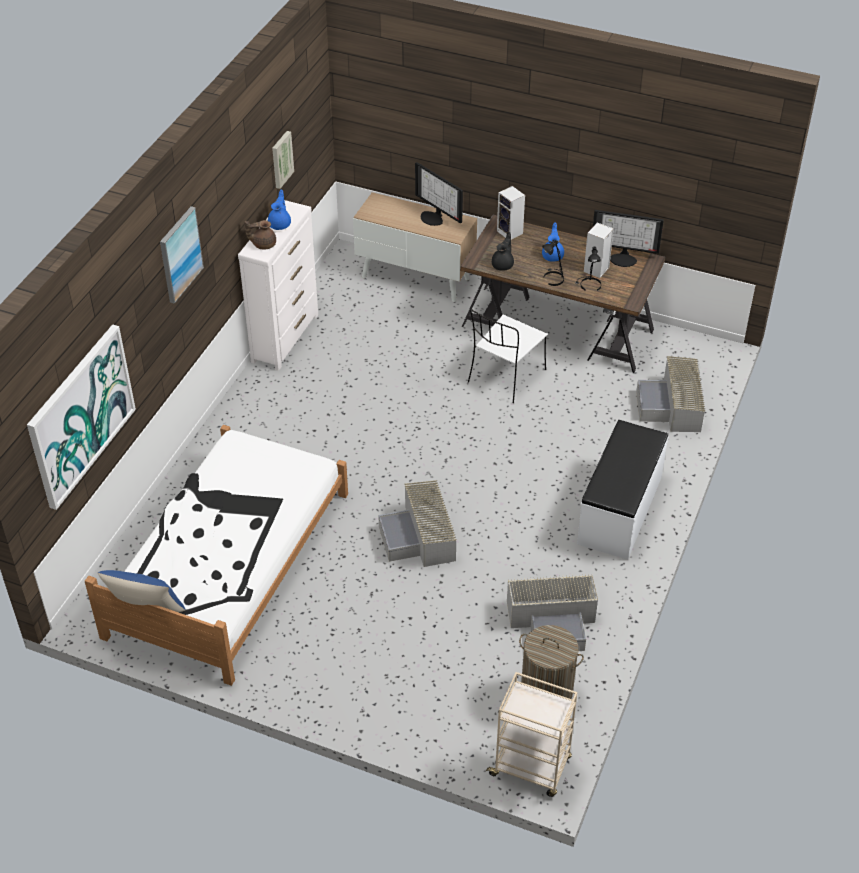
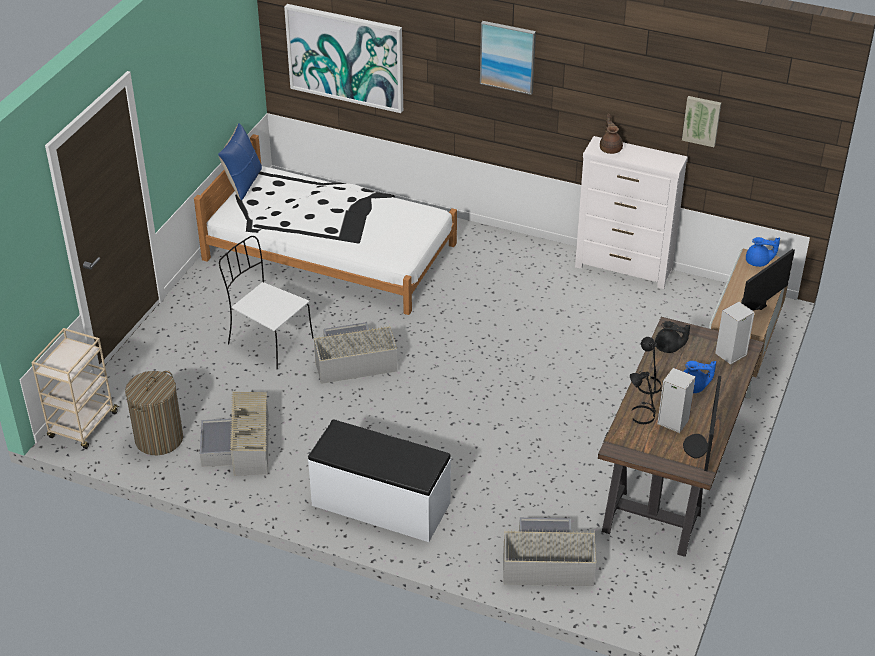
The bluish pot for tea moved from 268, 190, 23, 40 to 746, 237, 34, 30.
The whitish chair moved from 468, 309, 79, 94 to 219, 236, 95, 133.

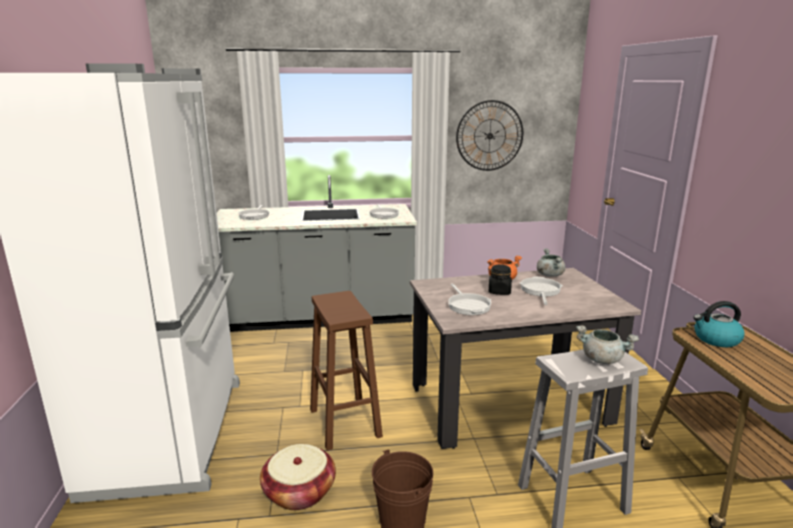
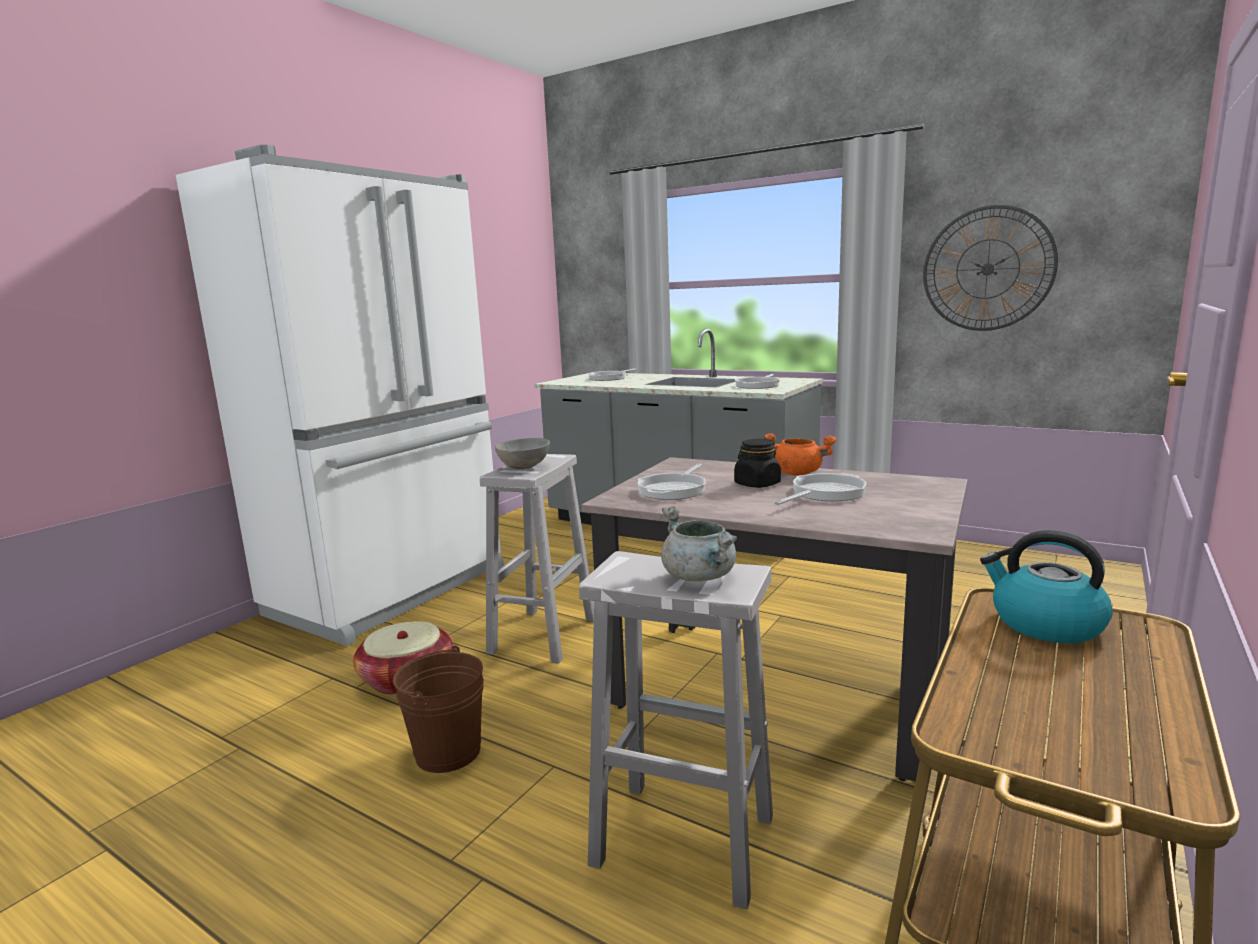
The brownish sitting stool at 310, 291, 73, 160 became the whitish sitting stool at 480, 454, 114, 210.
The greyish saucepot at 537, 248, 29, 29 disappeared.
The greyish deep dish at 495, 438, 55, 31 appeared.

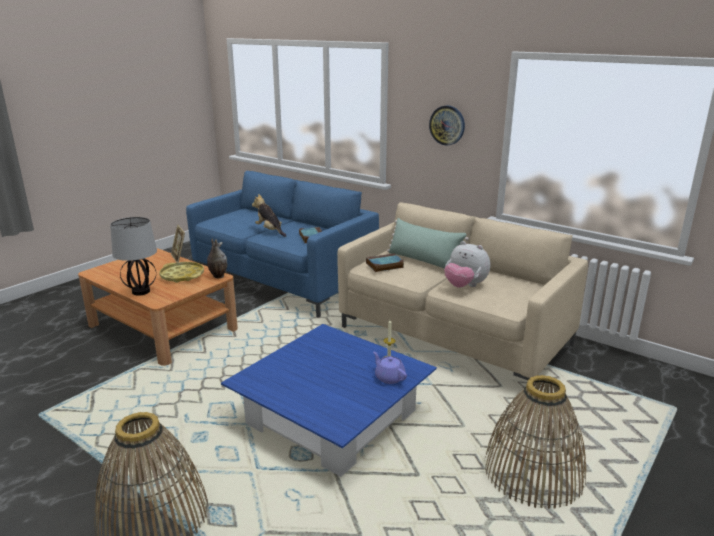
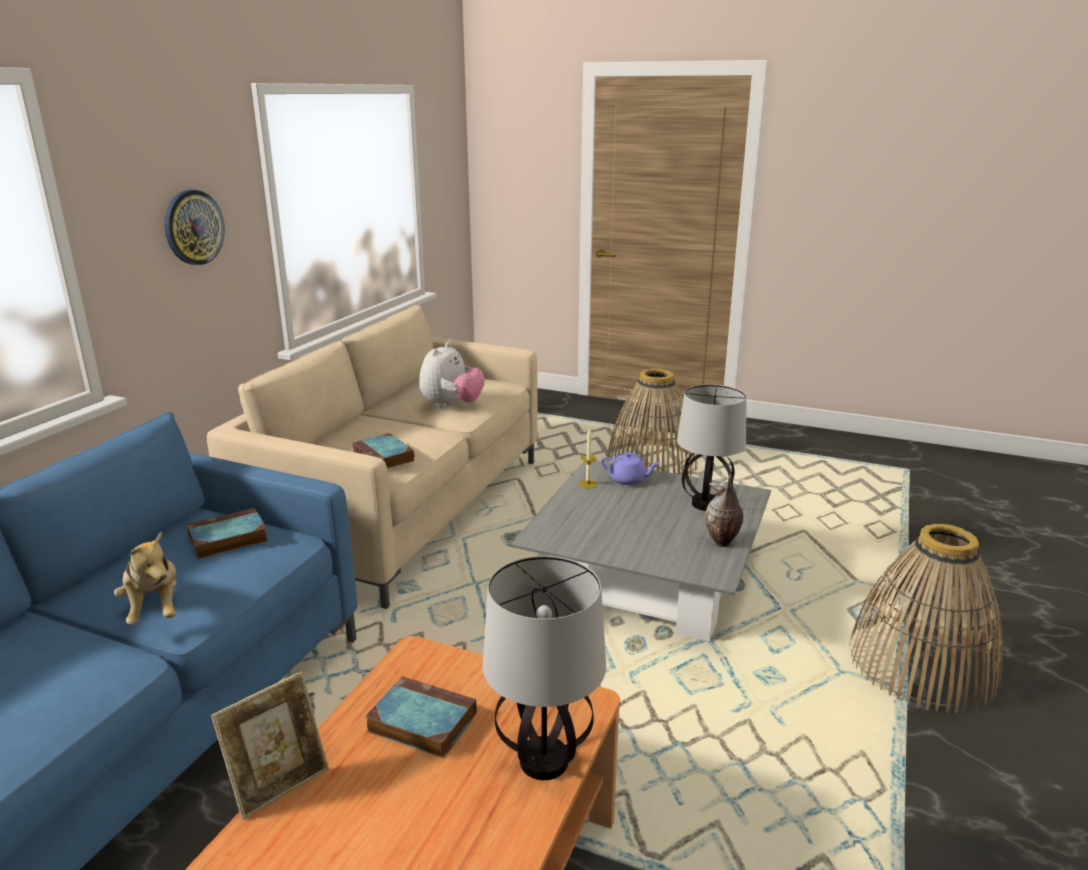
The yellowish carrying tray at 159, 262, 45, 21 was replaced by the volume at 365, 676, 111, 82.
The vase moved from 207, 239, 20, 39 to 705, 473, 38, 74.
The bluish coffee table at 221, 324, 216, 153 became the greyish coffee table at 510, 460, 261, 182.
The cuddly toy at 252, 194, 34, 43 turned 60 degrees counterclockwise.
The purple pot for tea at 373, 352, 34, 32 turned 105 degrees counterclockwise.
The green pillow at 387, 218, 82, 51 disappeared.
The lamp for a table at 677, 384, 70, 127 appeared.

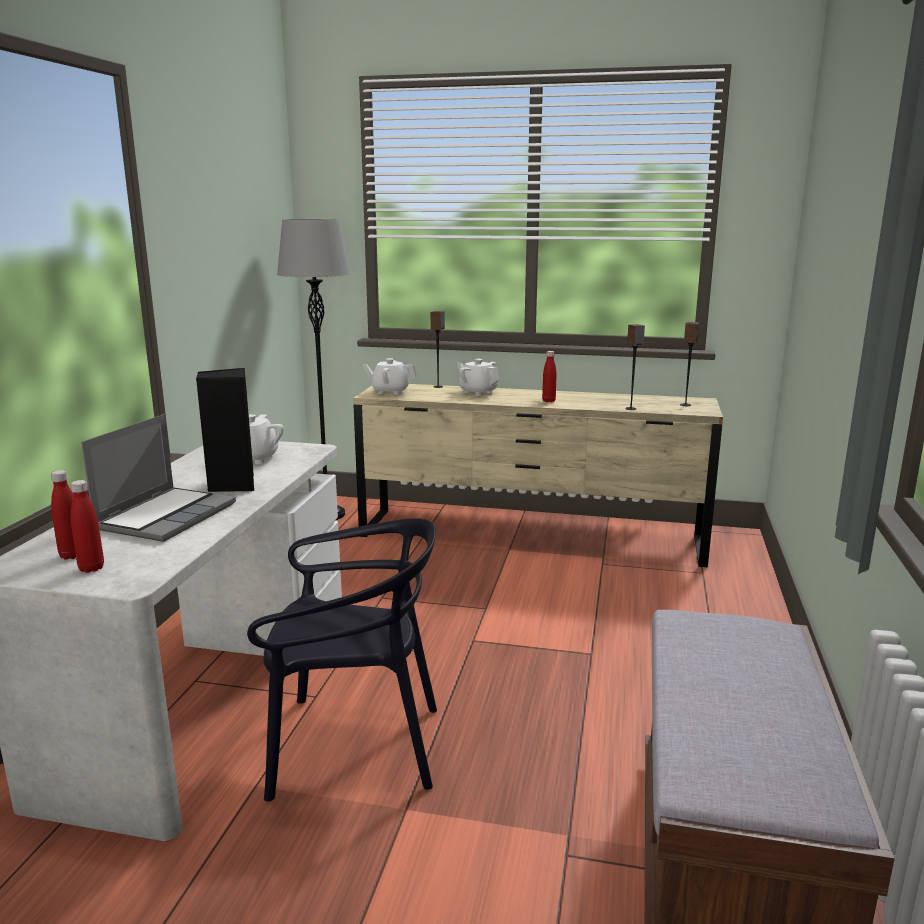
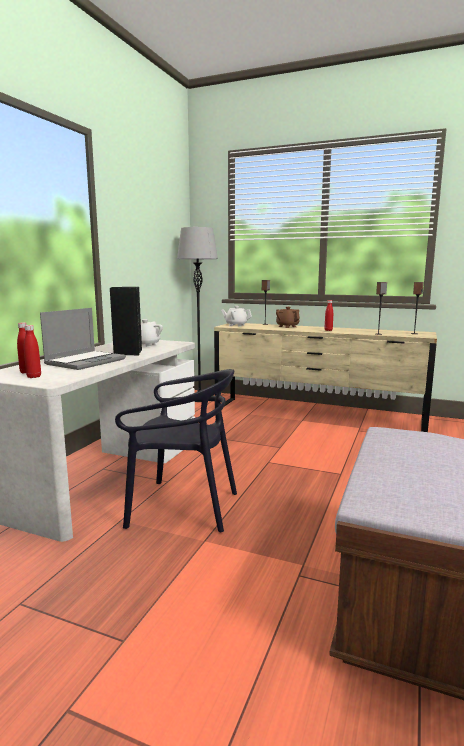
The whitish pot for tea at 457, 359, 43, 37 became the brownish pot for tea at 276, 307, 24, 21.

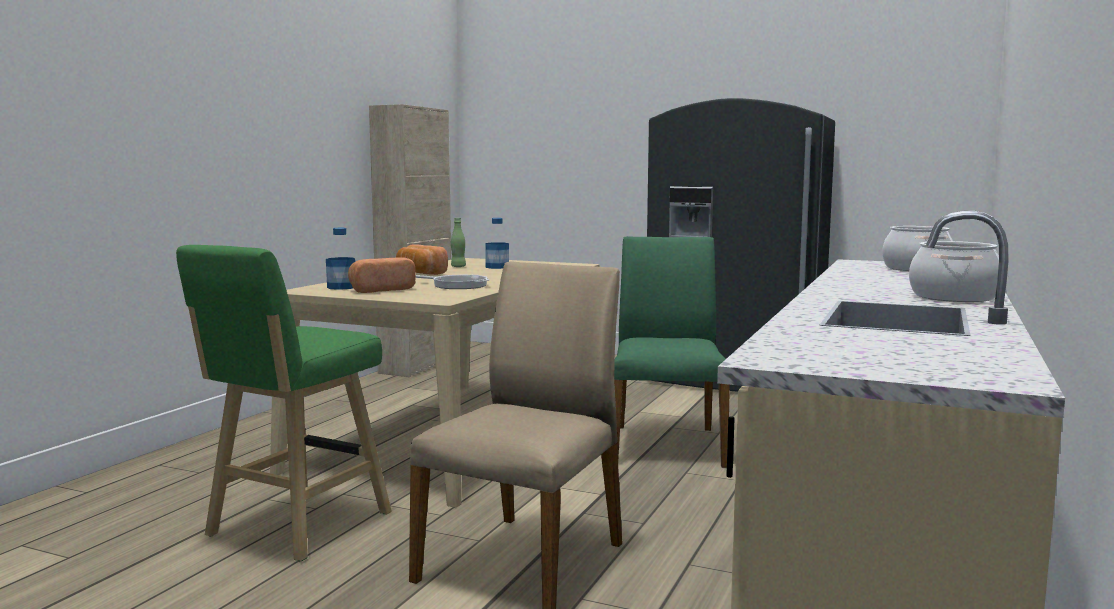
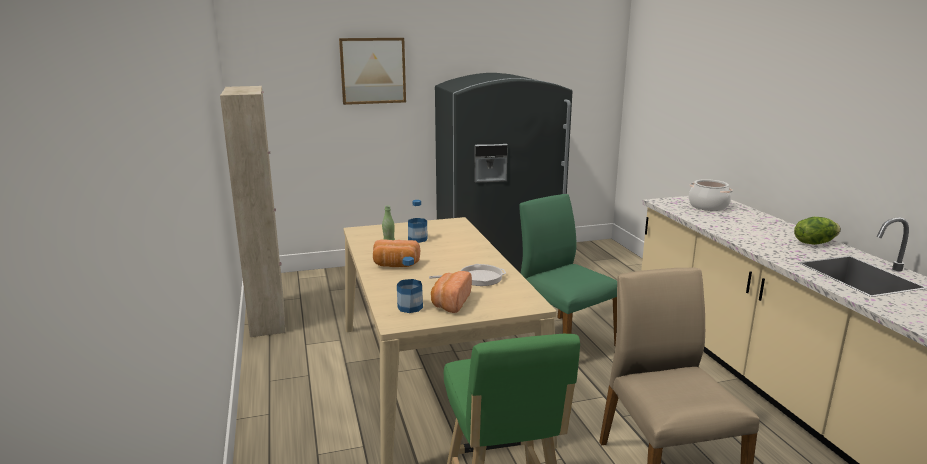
The saucepot at 909, 241, 90, 61 was replaced by the head of lettuce at 794, 217, 47, 28.
The wall picture at 339, 38, 67, 67 appeared.

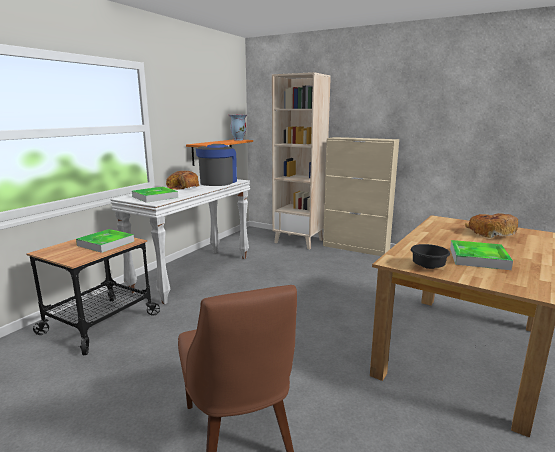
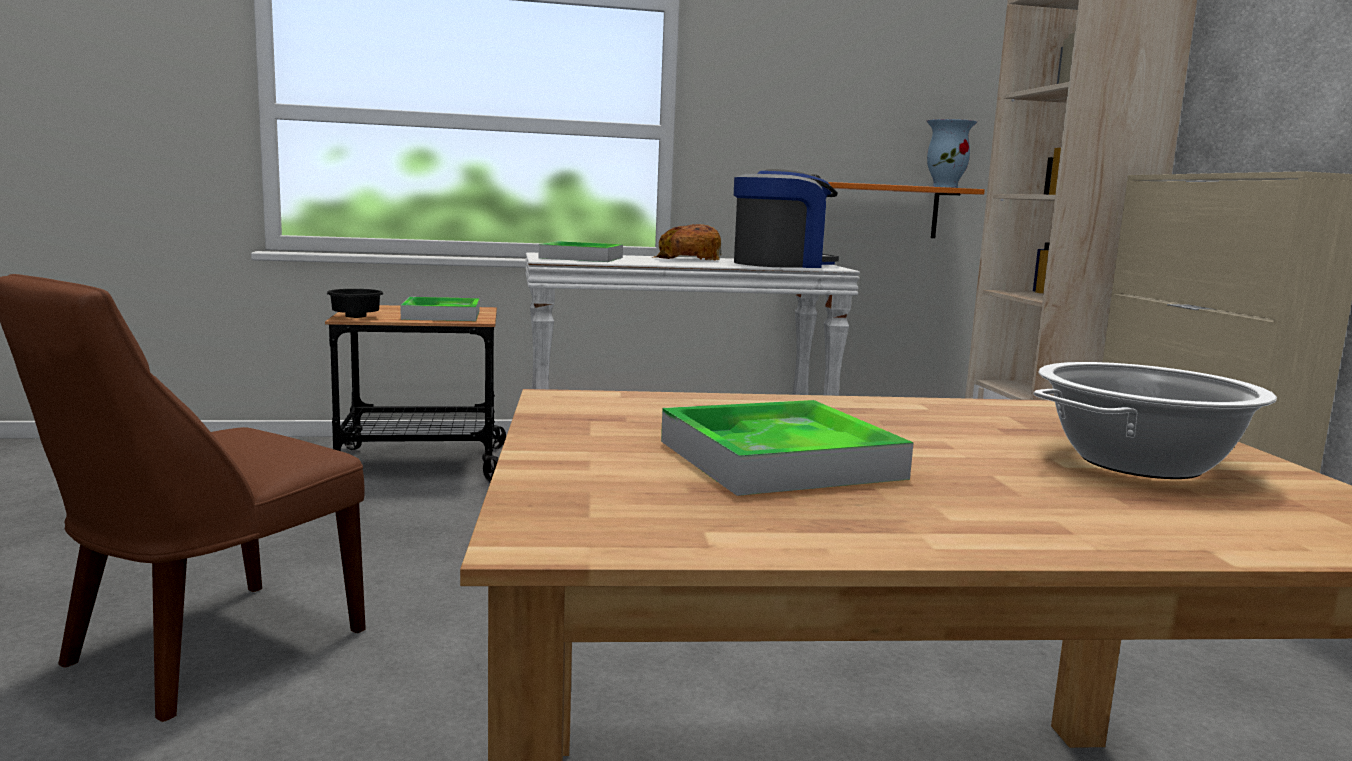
The blackish deep dish moved from 411, 244, 39, 25 to 327, 289, 56, 29.
The bakery bread at 465, 213, 53, 25 was replaced by the saucepot at 1034, 362, 243, 117.

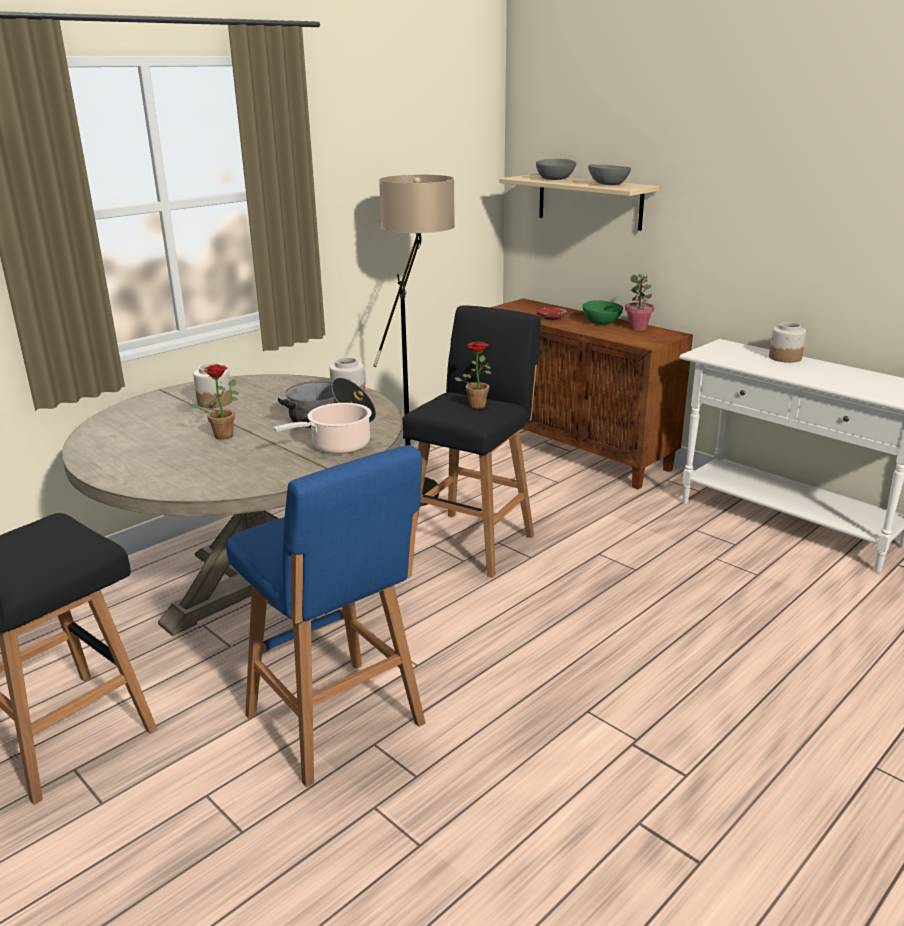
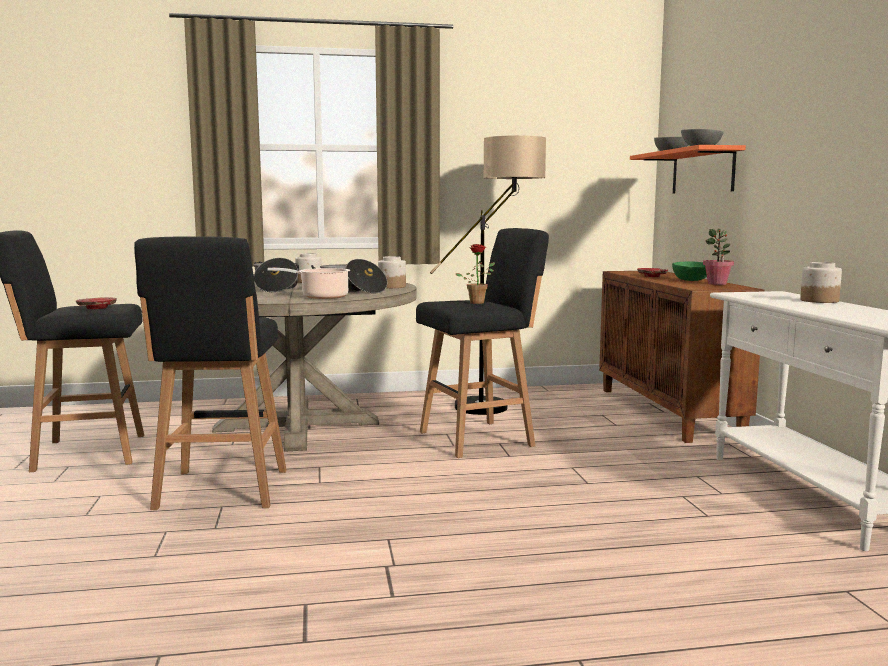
The plant in a pot at 190, 365, 49, 75 was replaced by the saucepot at 253, 258, 46, 34.
The bluish sitting stool at 226, 445, 199, 342 became the blackish sitting stool at 134, 236, 153, 274.
The sand-coloured bracket shelf at 499, 174, 161, 57 became the orange-coloured bracket shelf at 630, 145, 116, 49.
The red plate at 76, 297, 41, 12 appeared.

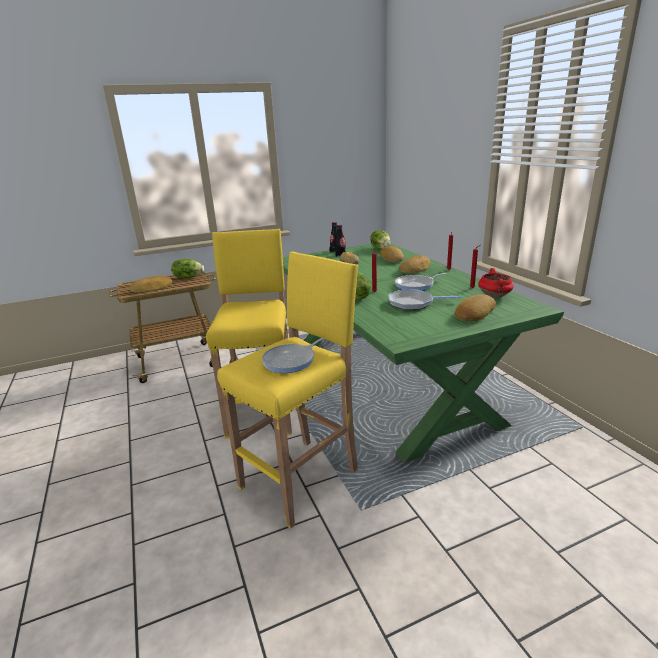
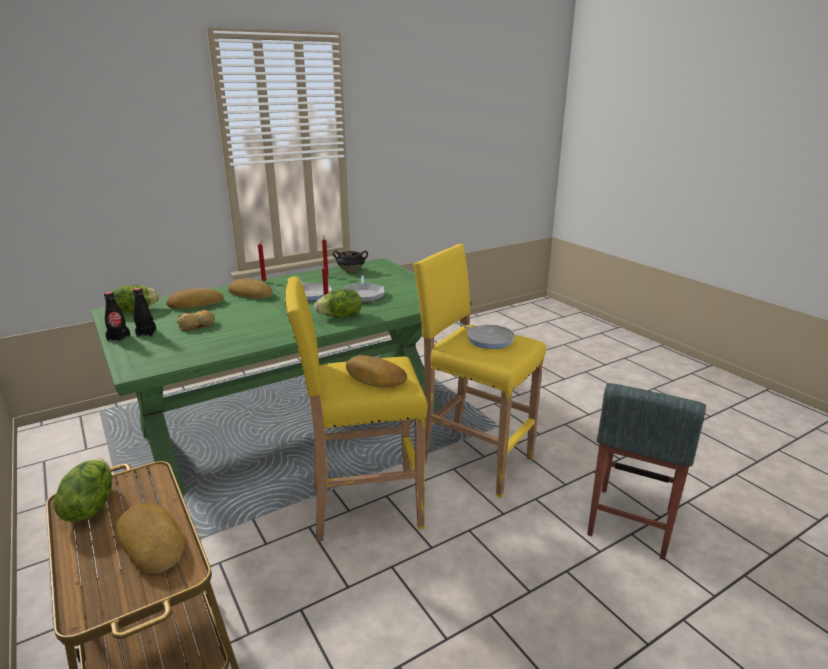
The bakery bread moved from 455, 294, 41, 27 to 346, 355, 61, 33.
The red saucepot at 478, 268, 36, 30 became the blackish saucepot at 333, 251, 35, 22.
The greyish sitting stool at 587, 383, 119, 177 appeared.

